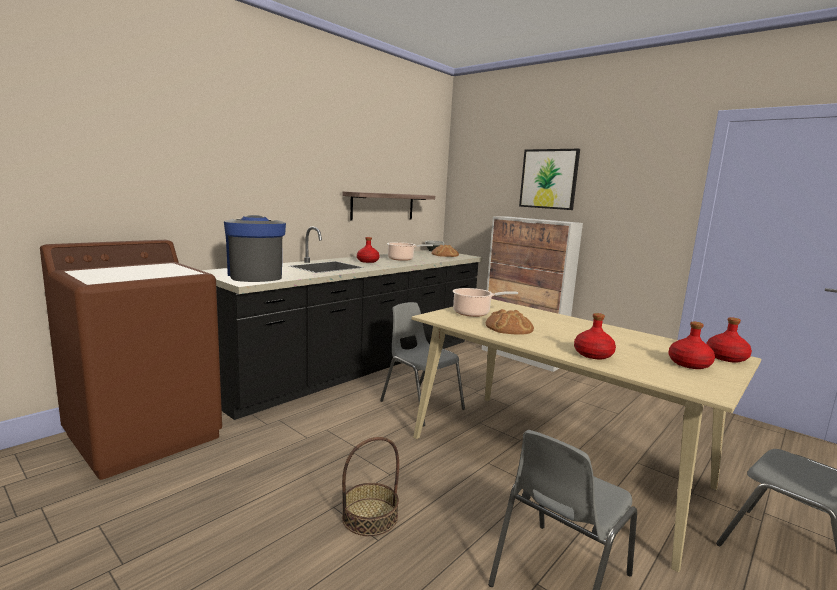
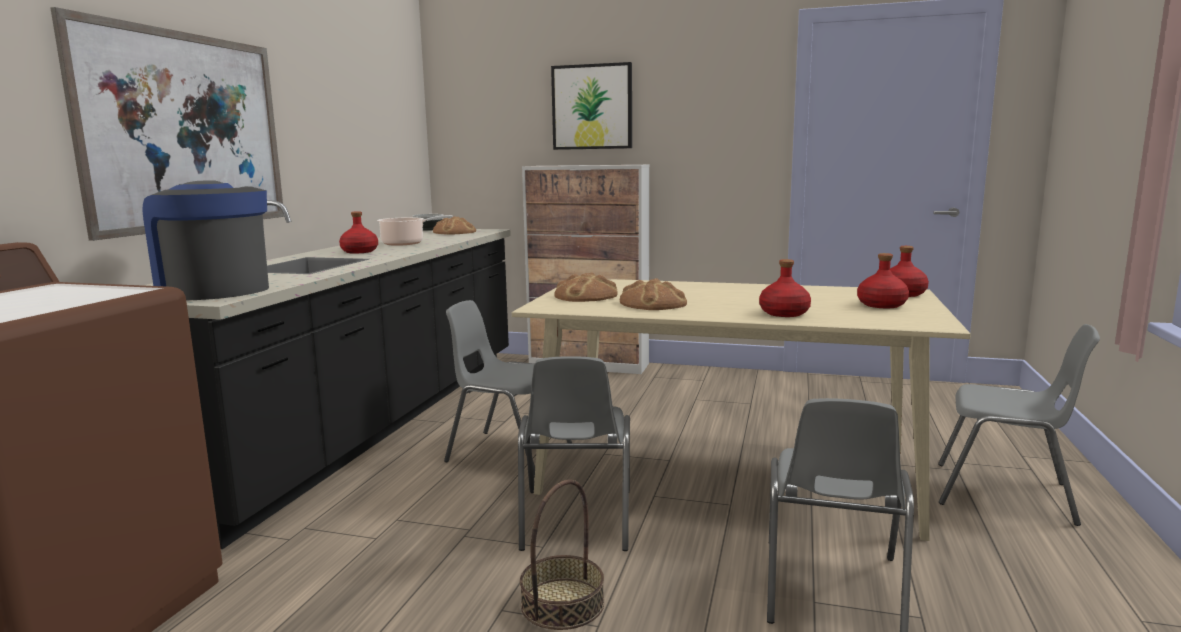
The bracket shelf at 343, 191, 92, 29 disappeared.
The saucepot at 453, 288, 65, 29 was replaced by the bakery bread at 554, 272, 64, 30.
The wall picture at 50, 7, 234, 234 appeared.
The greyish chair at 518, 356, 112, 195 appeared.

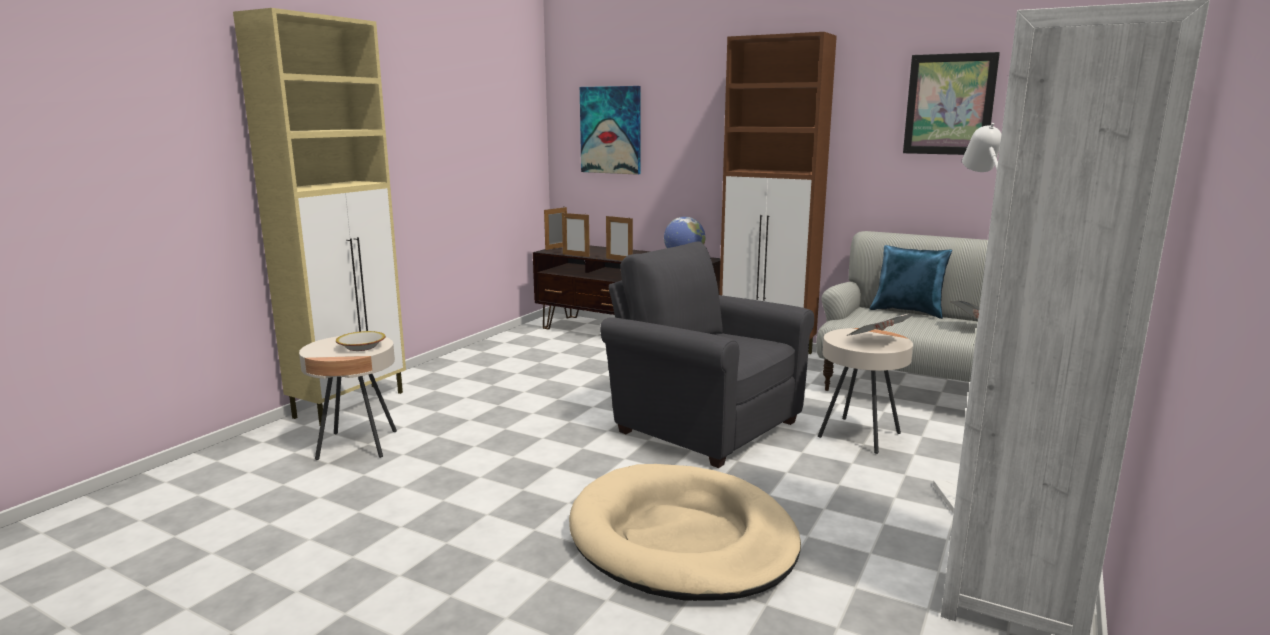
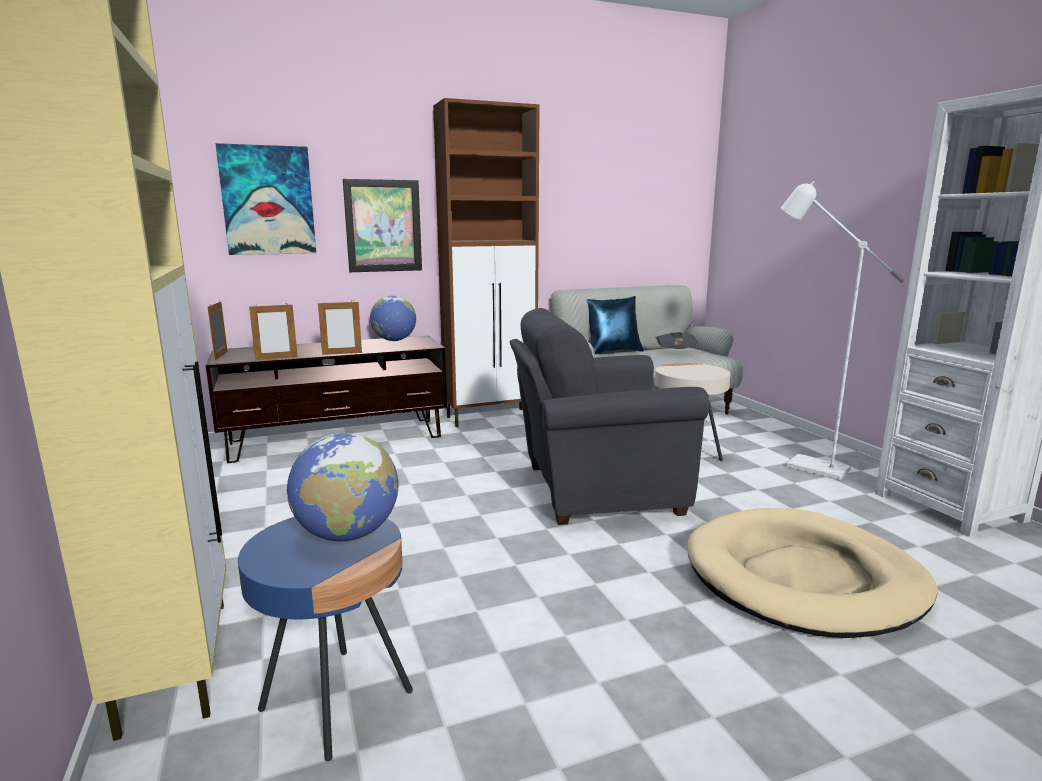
The sand-coloured accent table at 299, 336, 98, 124 became the bluish accent table at 238, 517, 175, 244.
The deep dish at 336, 331, 50, 20 was replaced by the desk globe at 287, 433, 112, 108.
The daily paper at 846, 313, 69, 23 disappeared.
The wall picture moved from 903, 52, 97, 103 to 343, 179, 79, 93.

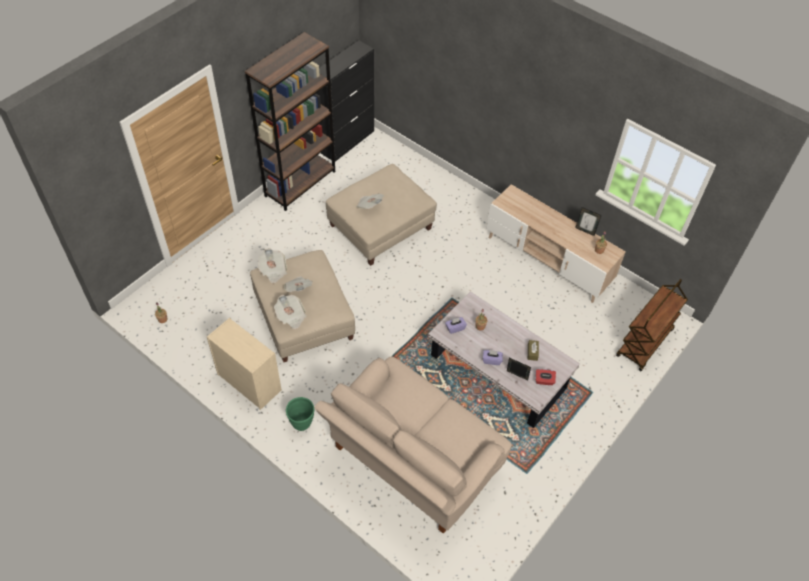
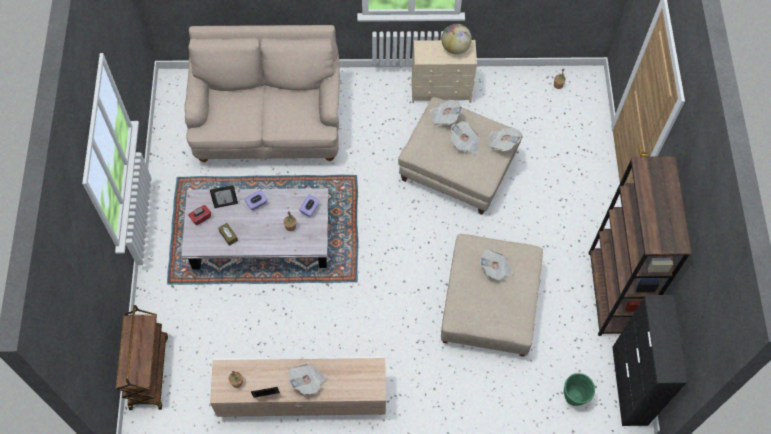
The green planter moved from 286, 397, 28, 34 to 564, 373, 31, 33.
The daily paper at 288, 363, 39, 31 appeared.
The desk globe at 441, 24, 31, 30 appeared.

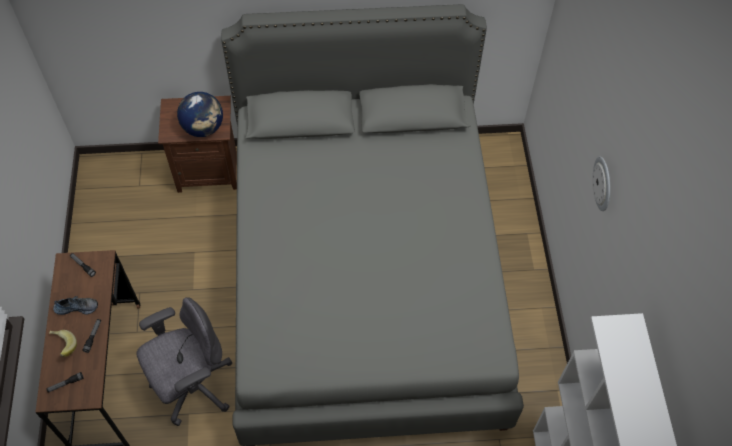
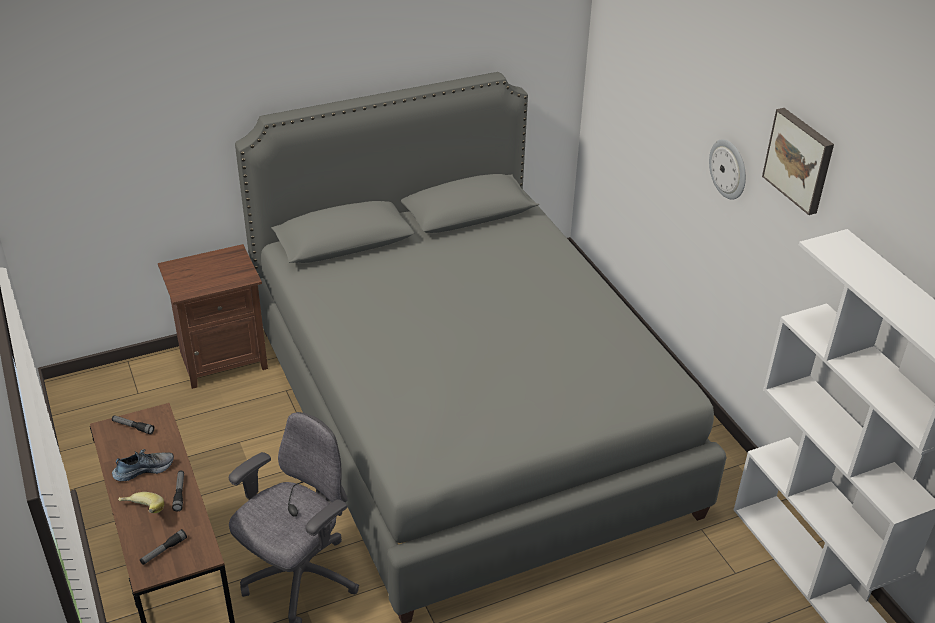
The desk globe at 177, 92, 46, 45 disappeared.
The wall picture at 762, 108, 72, 107 appeared.

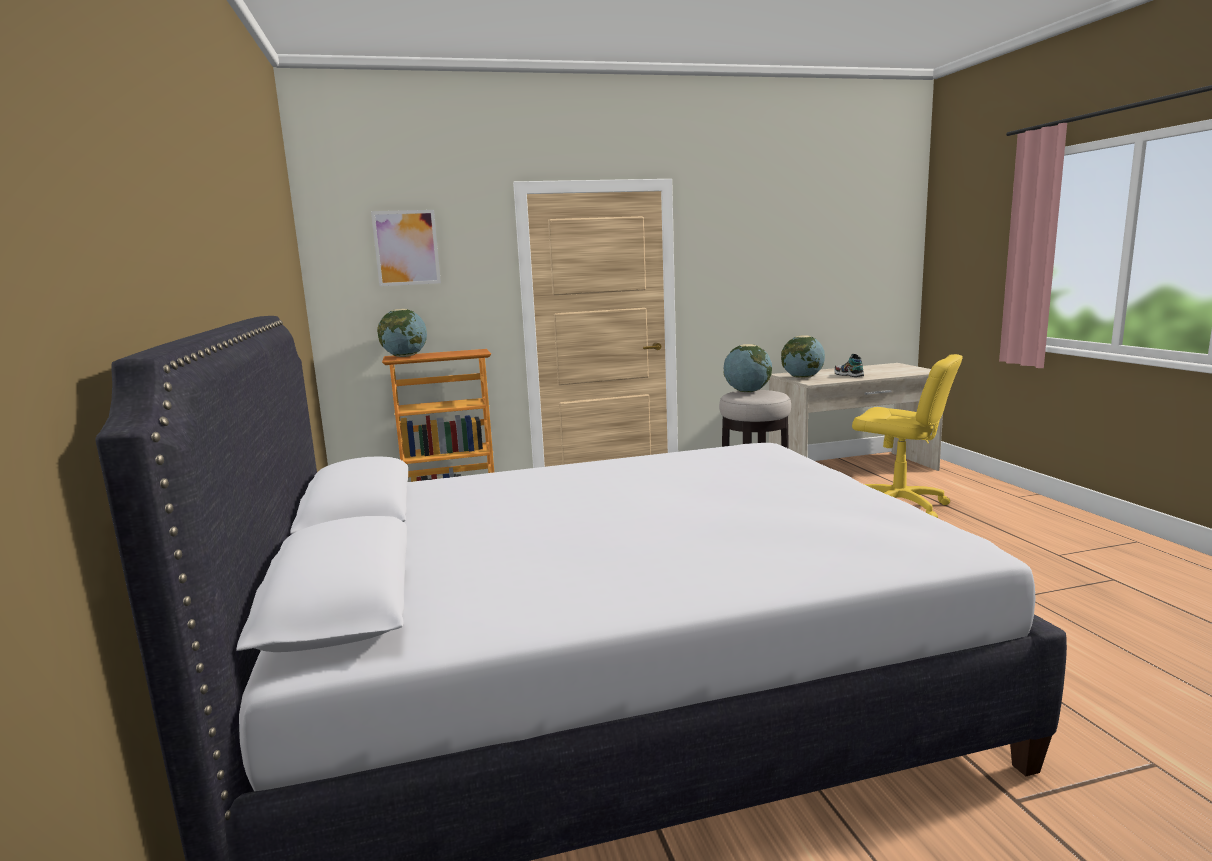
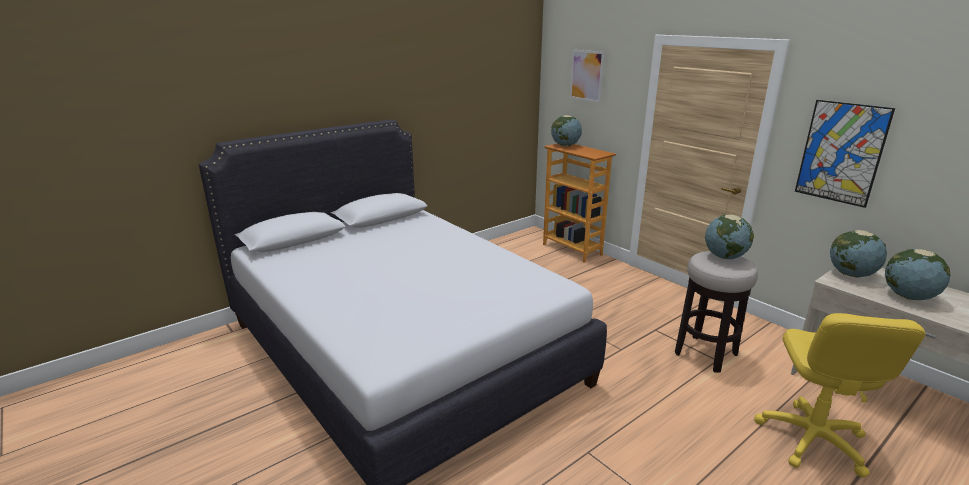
The item of footwear at 834, 354, 30, 23 was replaced by the desk globe at 885, 249, 66, 51.
The wall picture at 795, 100, 100, 108 appeared.

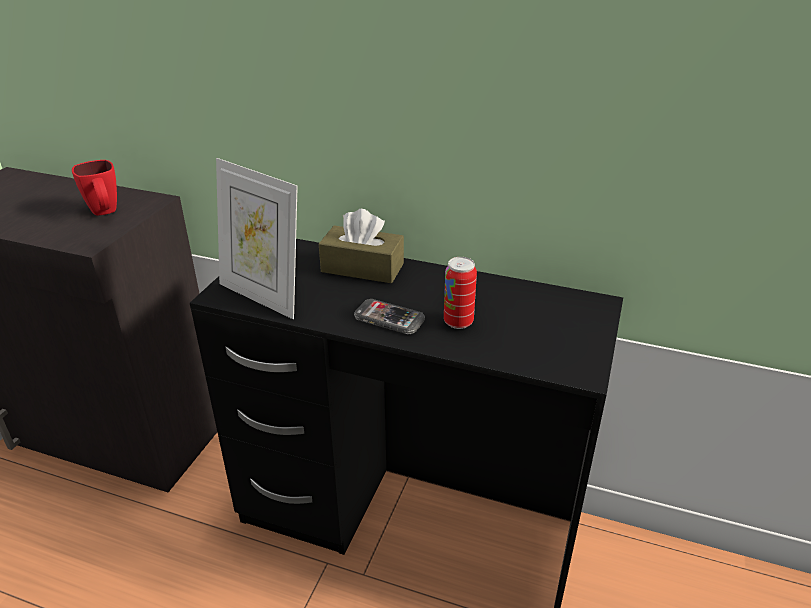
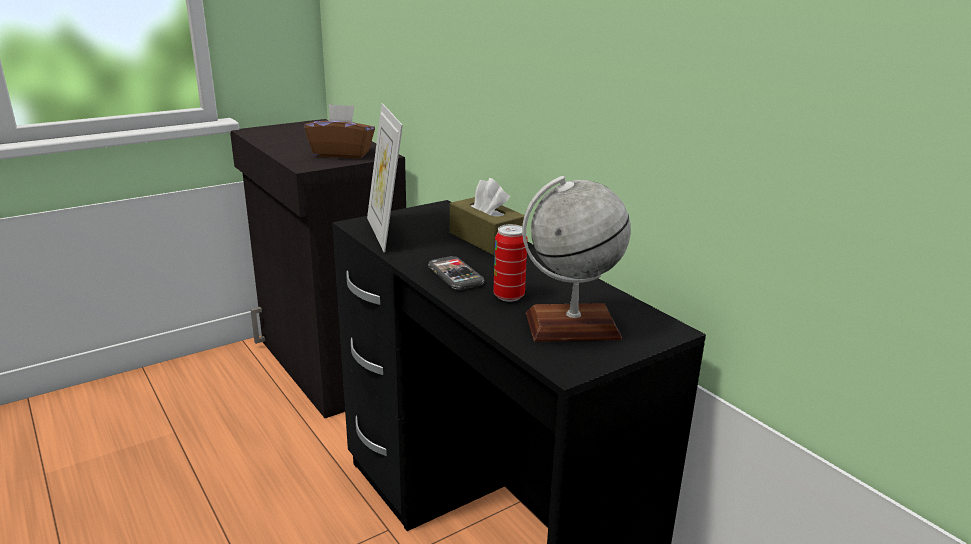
The red tea mug at 72, 160, 45, 56 was replaced by the brownish tissue holder at 304, 104, 71, 55.
The desk globe at 522, 176, 109, 166 appeared.

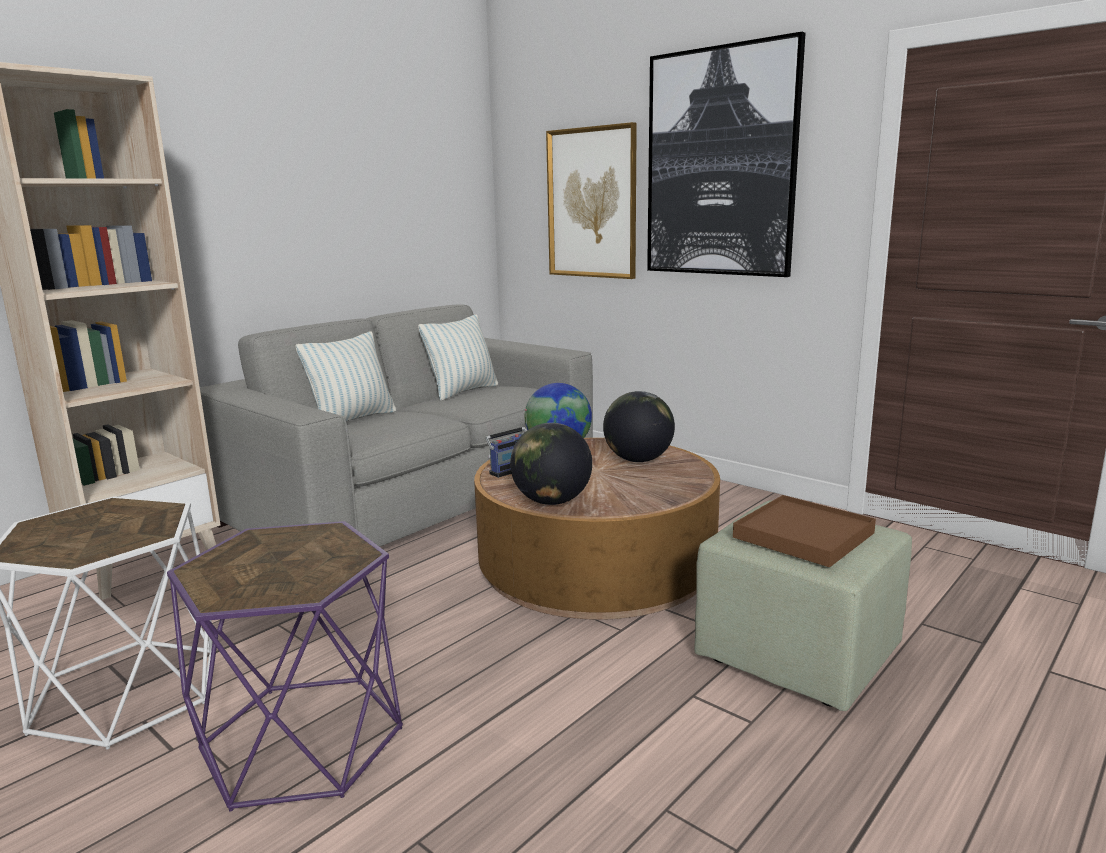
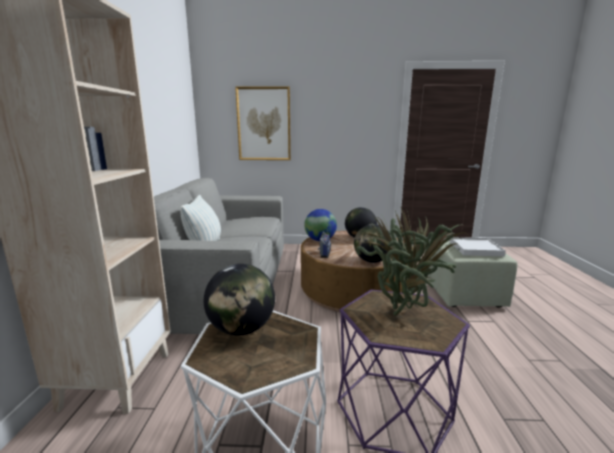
The pillow at 418, 314, 80, 87 disappeared.
The wall picture at 647, 32, 158, 245 disappeared.
The brownish carrying tray at 733, 495, 143, 72 became the whitish carrying tray at 450, 237, 56, 19.
The desk globe at 204, 264, 71, 72 appeared.
The plant in a pot at 356, 208, 111, 108 appeared.

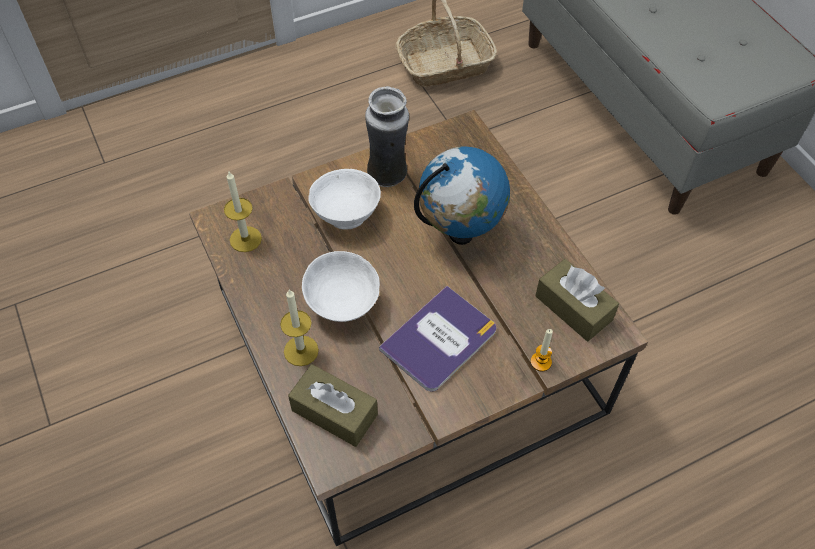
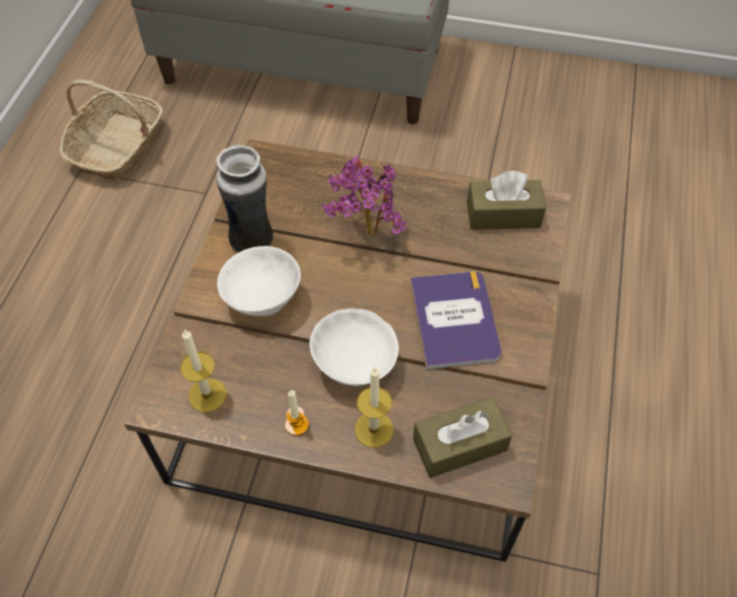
The desk globe at 414, 146, 96, 99 was replaced by the plant in a pot at 322, 155, 84, 80.
The wax candle moved from 530, 329, 23, 42 to 285, 390, 24, 46.

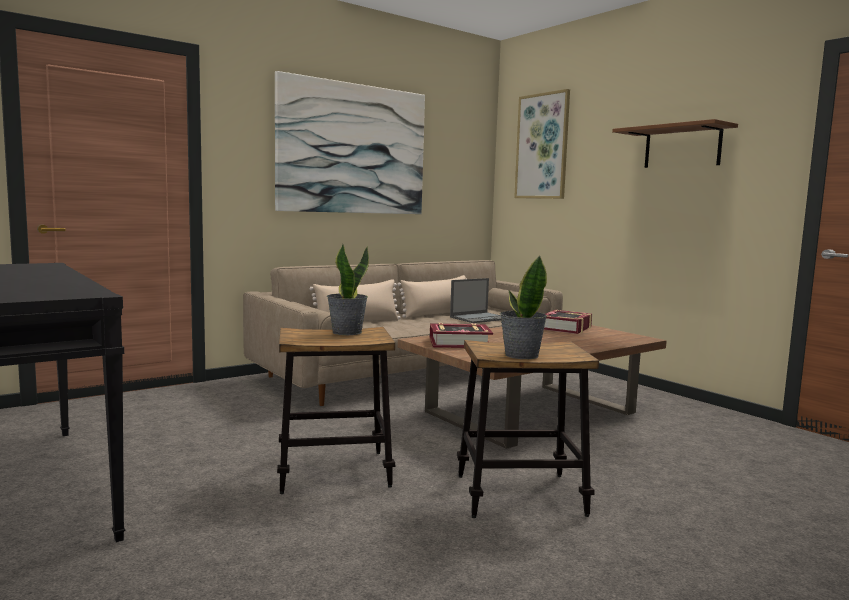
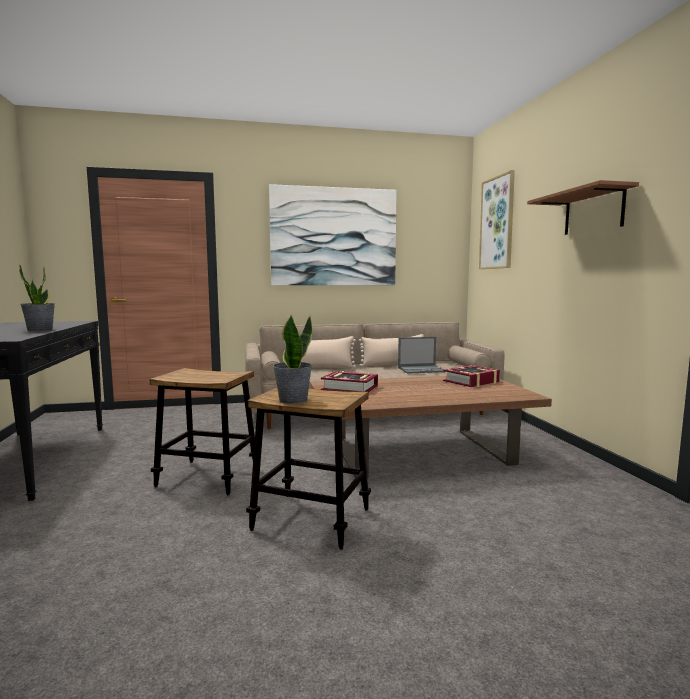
The plant in a pot moved from 327, 244, 42, 91 to 19, 264, 36, 67.

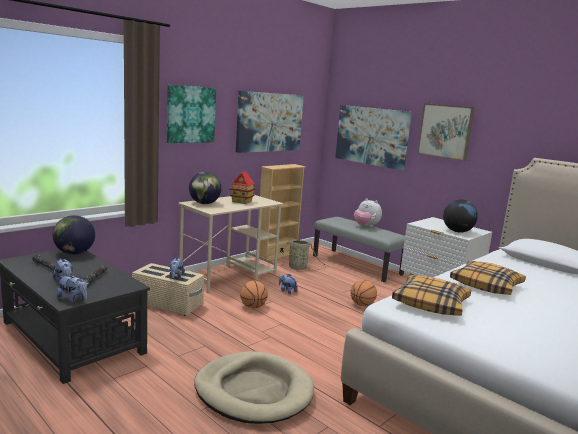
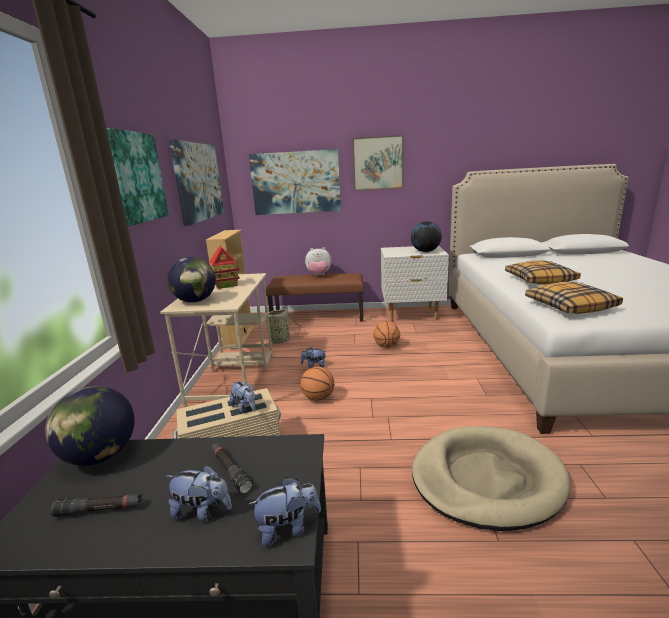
The greyish indoor bench at 313, 217, 92, 65 became the brownish indoor bench at 266, 273, 98, 49.

